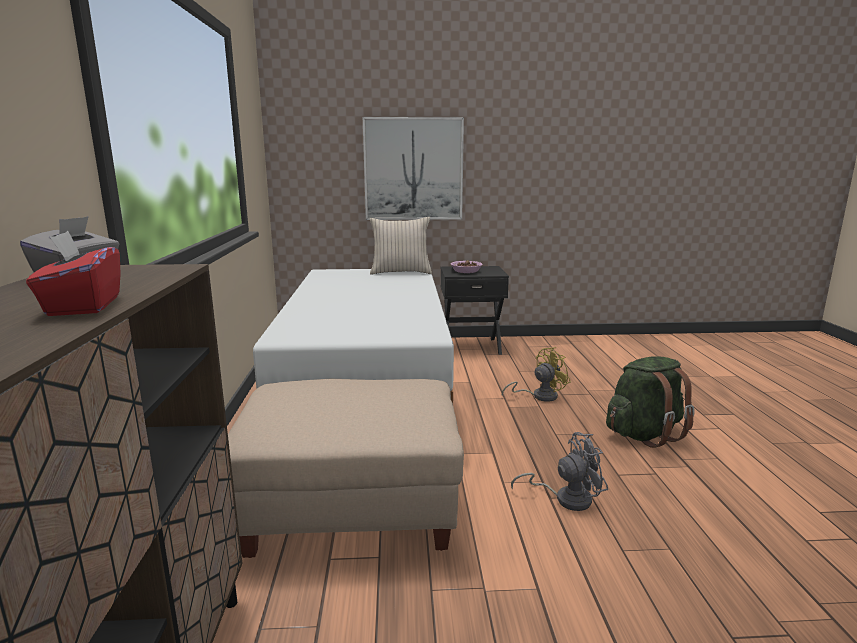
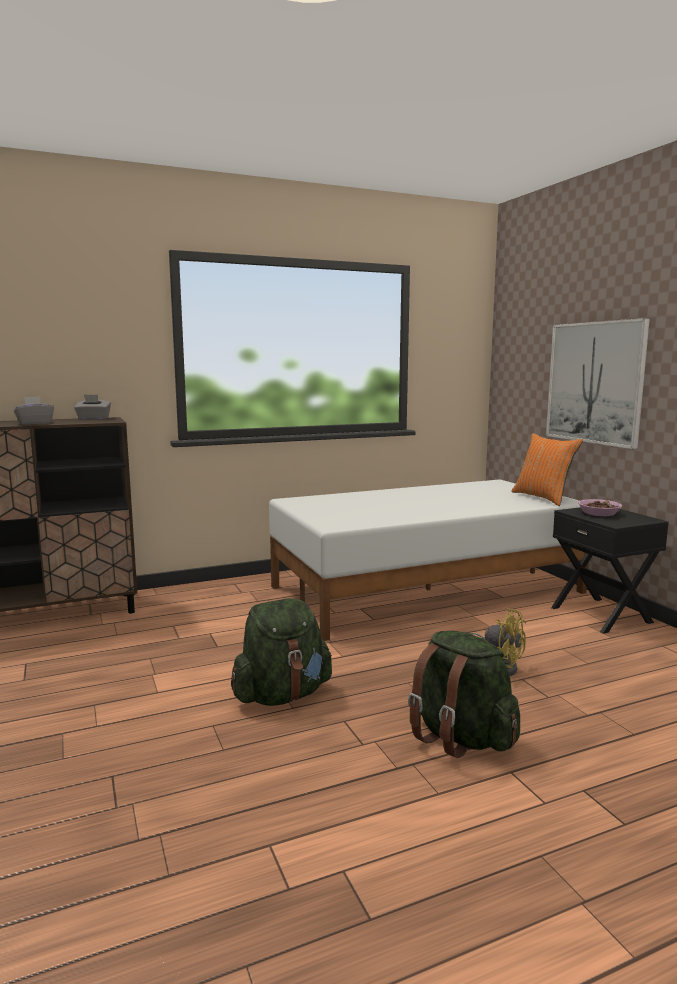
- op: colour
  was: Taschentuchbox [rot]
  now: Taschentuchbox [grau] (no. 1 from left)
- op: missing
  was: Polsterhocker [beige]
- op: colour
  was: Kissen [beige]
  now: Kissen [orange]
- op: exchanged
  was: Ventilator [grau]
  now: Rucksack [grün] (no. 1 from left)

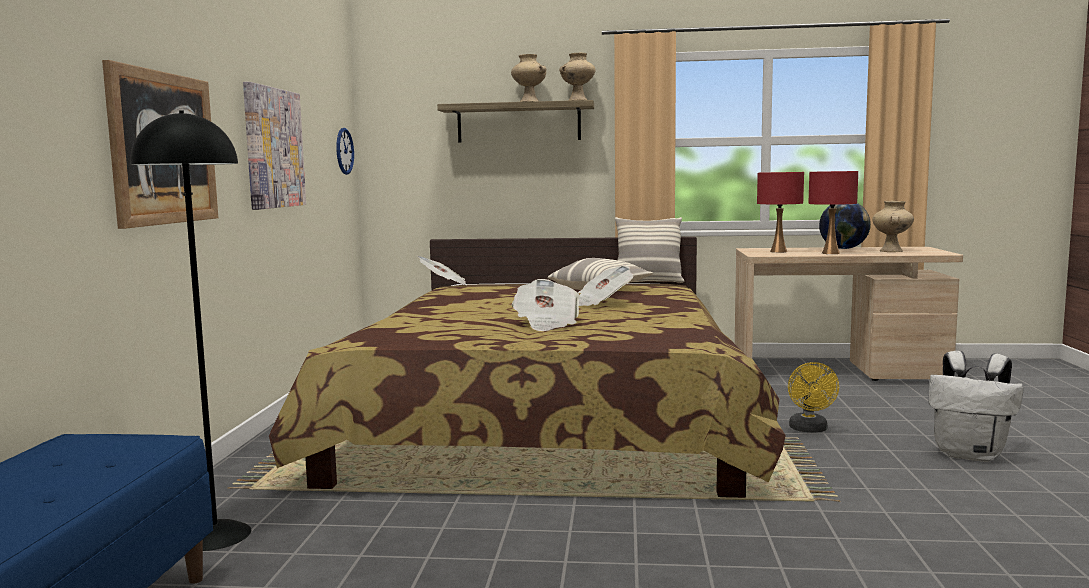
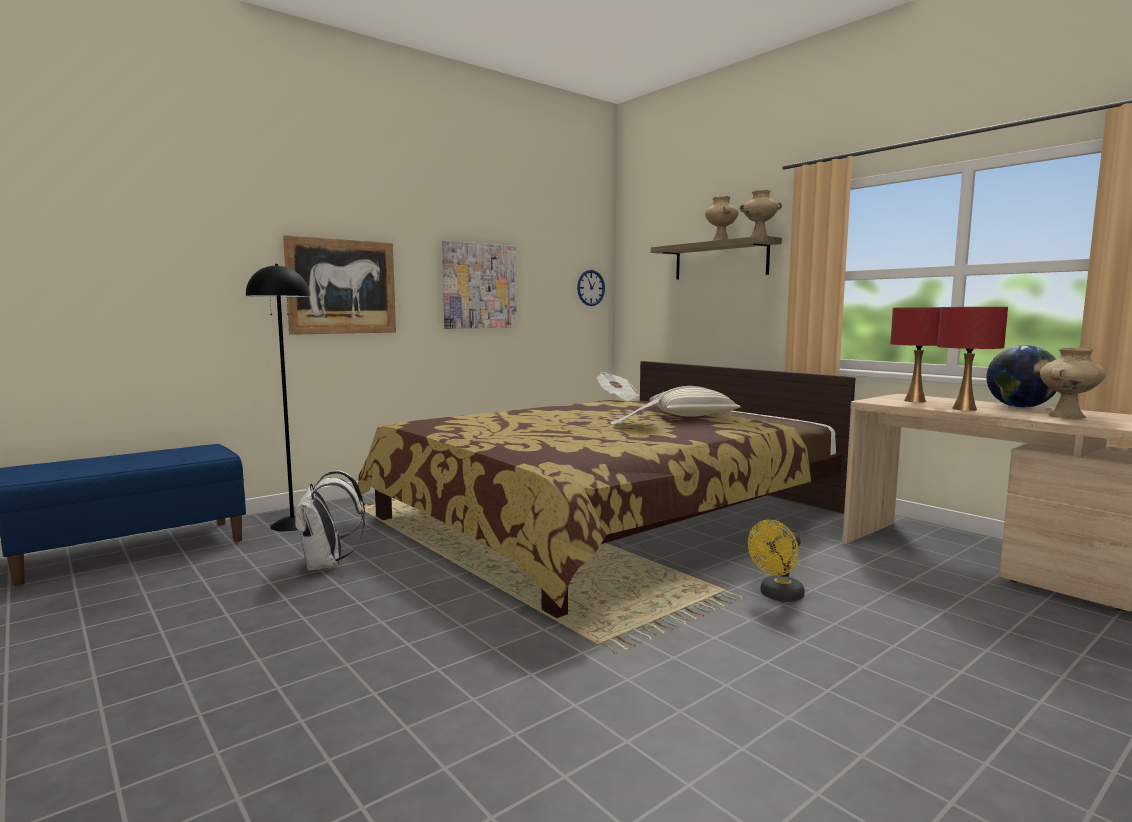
- op: missing
  was: Zeitung (no. 2 from left)
- op: missing
  was: Kissen (no. 2 from left)
- op: relocated
  was: Rucksack [weiß]

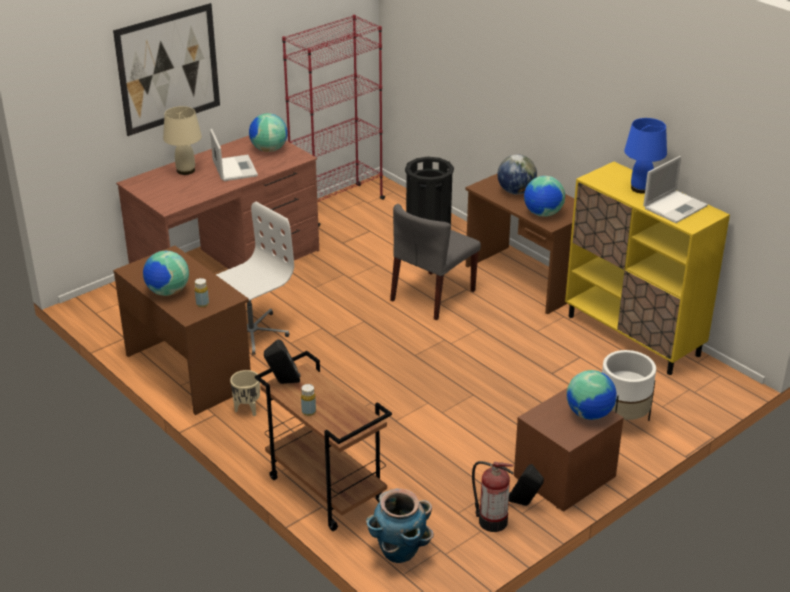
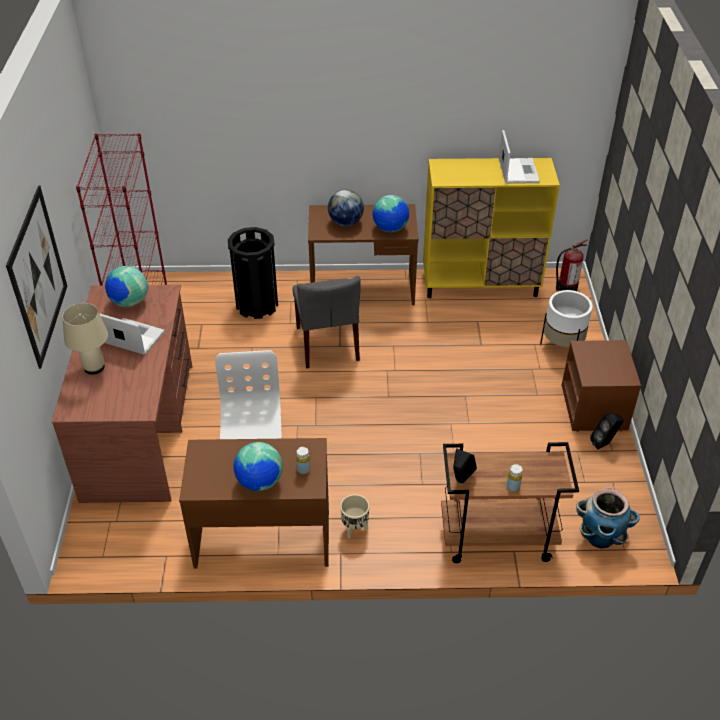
- op: relocated
  was: Feuerlöscher
- op: missing
  was: Globus (no. 5 from left)
- op: missing
  was: Tischlampe [blau]

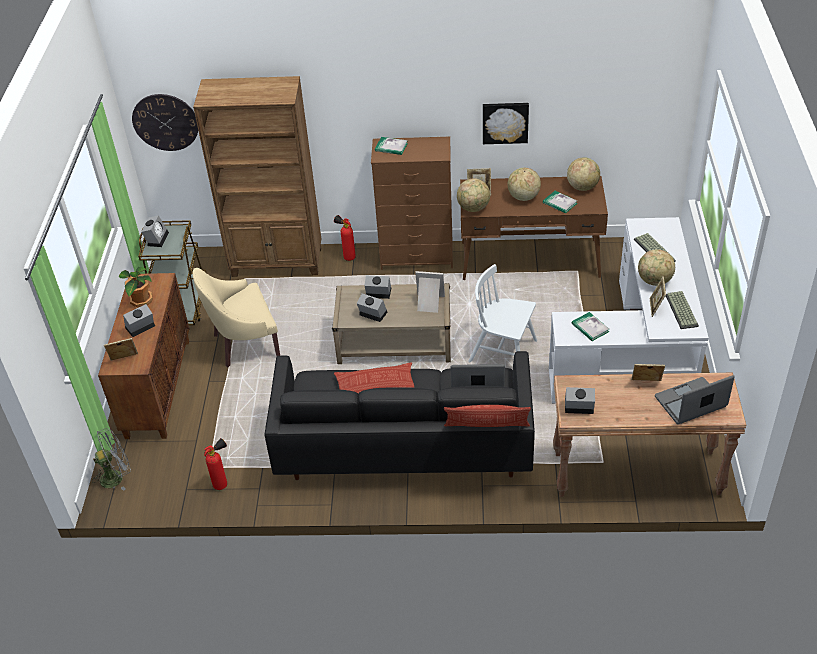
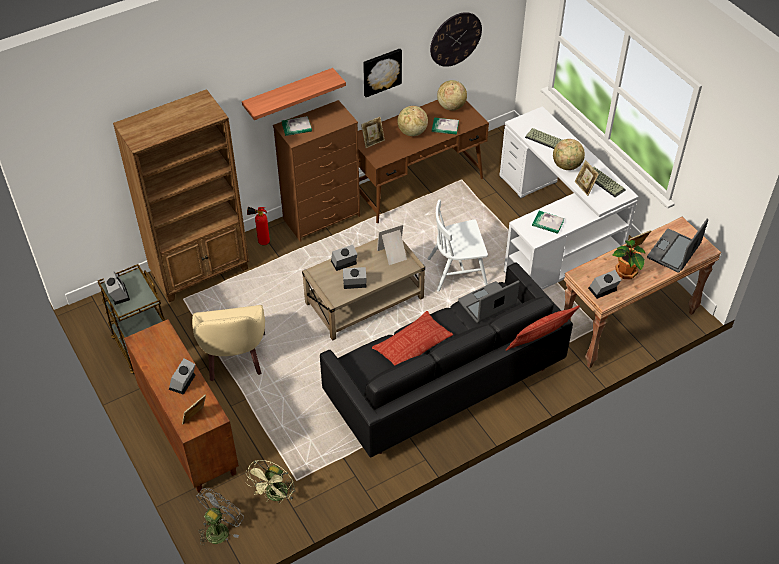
- op: relocated
  was: Topfpflanze
- op: relocated
  was: Wanduhr
- op: spun
  was: Sessel [beige]
  clockwise: -45
- op: missing
  was: Feuerlöscher (no. 1 from left)
- op: missing
  was: Globus (no. 1 from left)
- op: appeared
  now: Wandregal
- op: appeared
  now: Ventilator [grün]

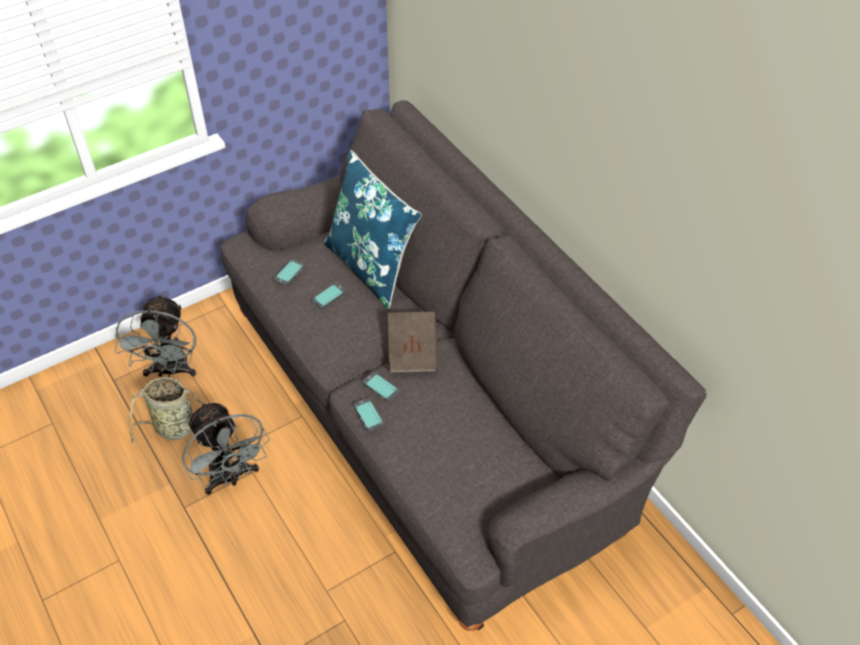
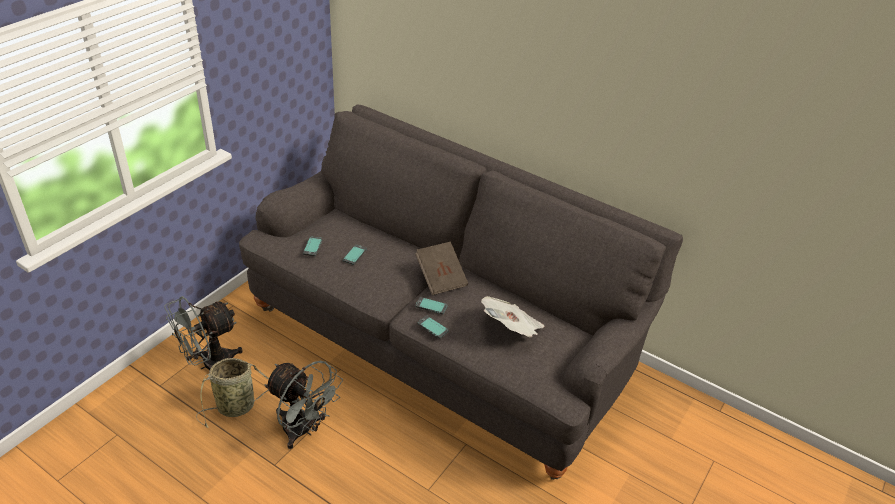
- op: spun
  was: Ventilator [grau] (no. 1 from left)
  clockwise: 75
- op: missing
  was: Kissen [blau]
- op: appeared
  now: Zeitung

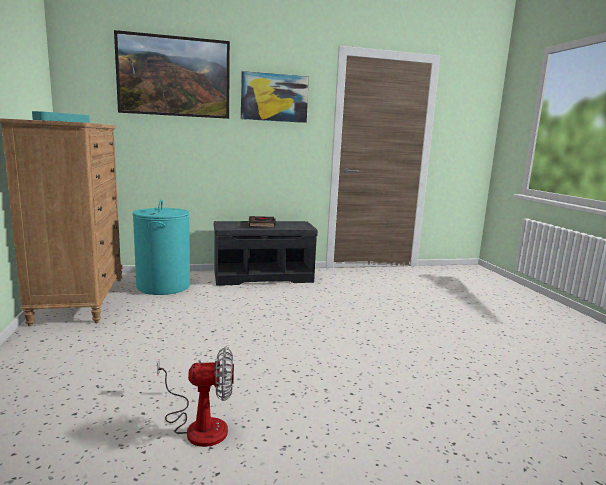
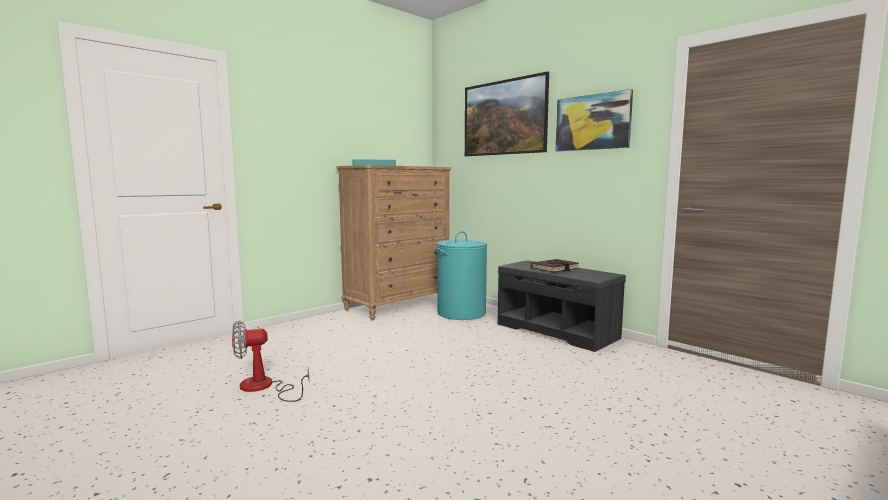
- op: spun
  was: Ventilator
  clockwise: 105

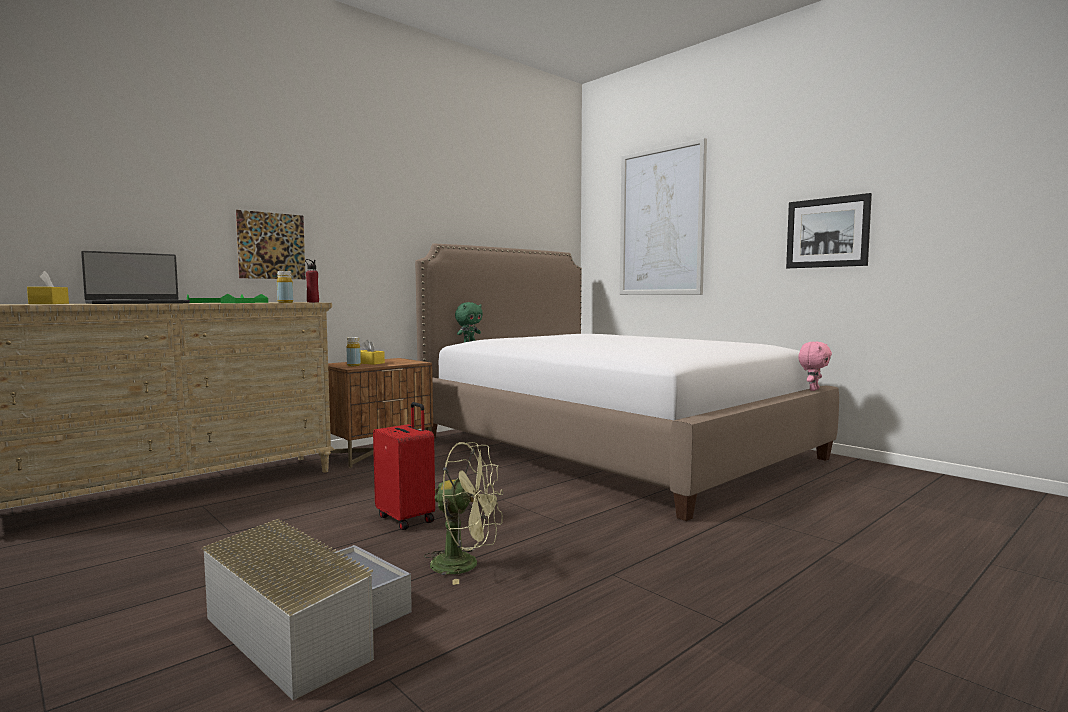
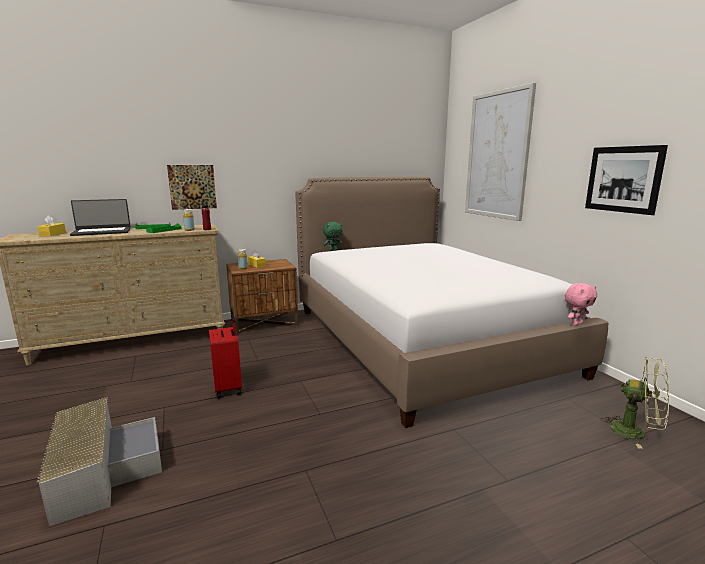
- op: relocated
  was: Ventilator [grün]

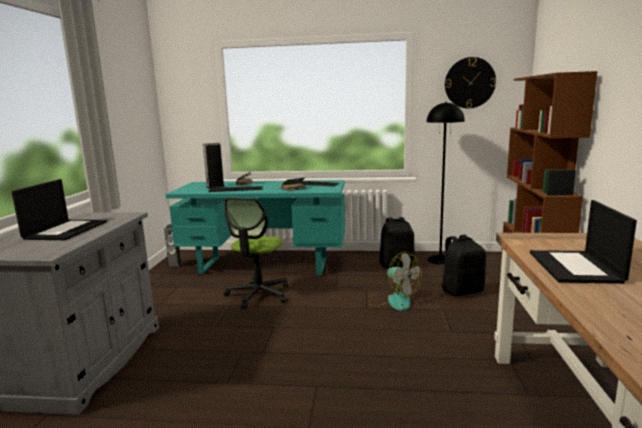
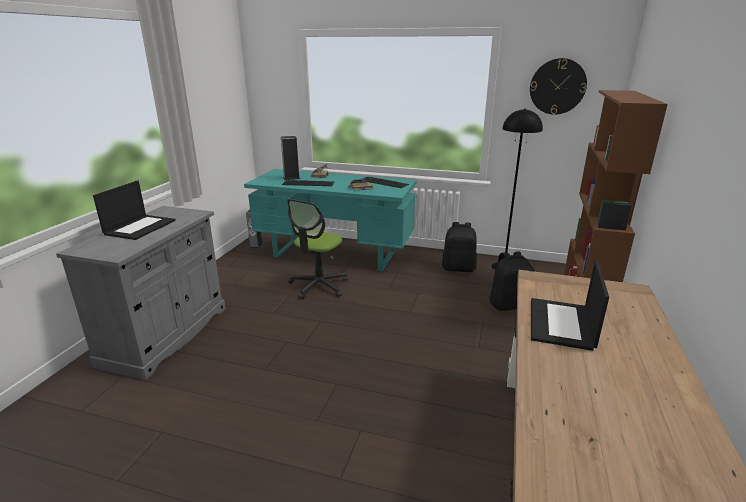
- op: missing
  was: Ventilator

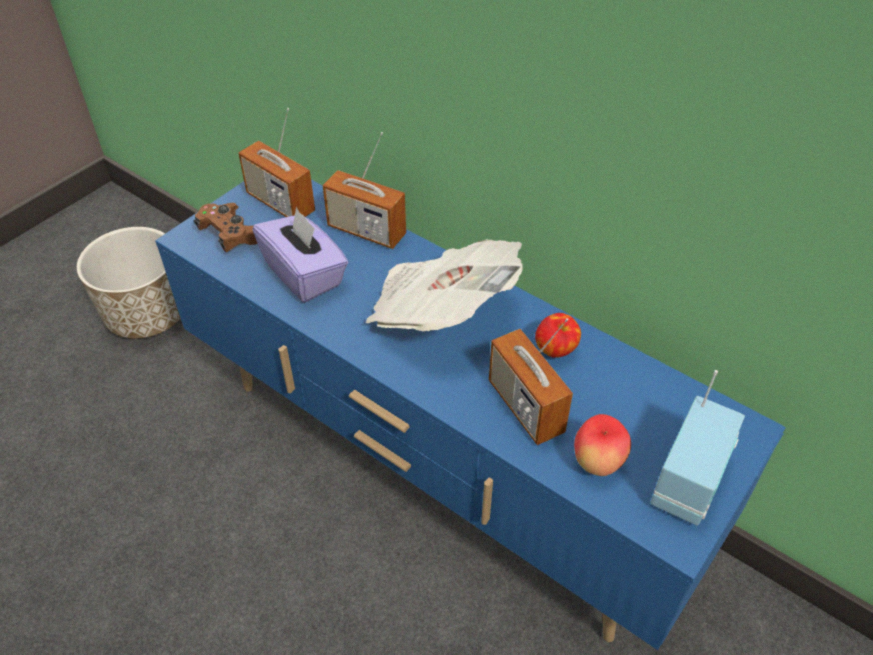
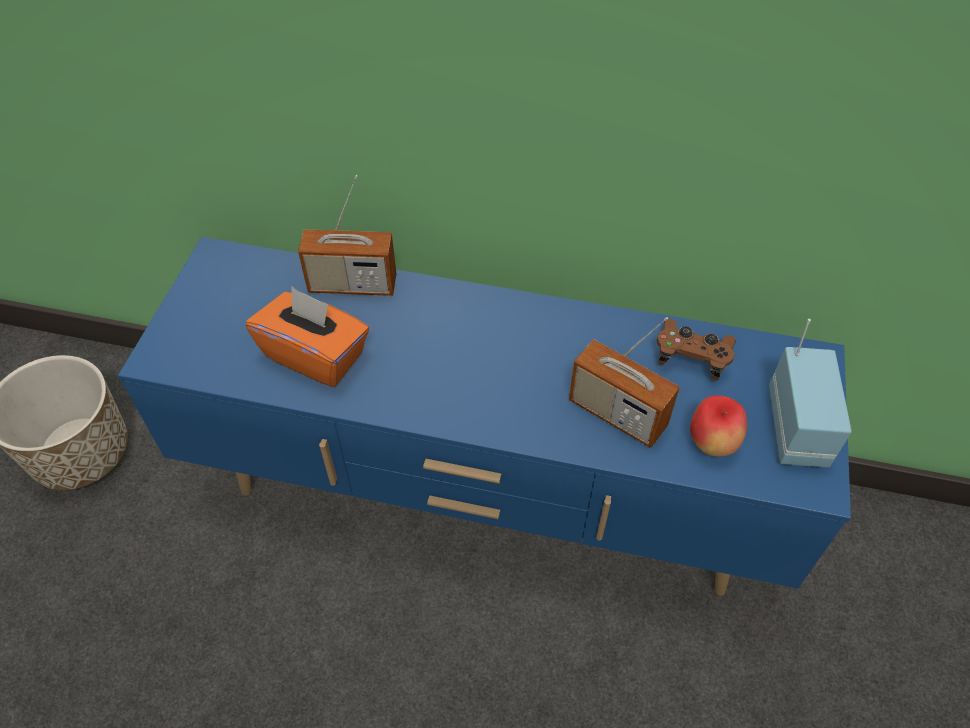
- op: relocated
  was: Gamepad [braun]
- op: missing
  was: Radio (no. 1 from left)
- op: colour
  was: Taschentuchbox [lila]
  now: Taschentuchbox [orange]
- op: missing
  was: Zeitung
- op: missing
  was: Apfel (no. 1 from left)

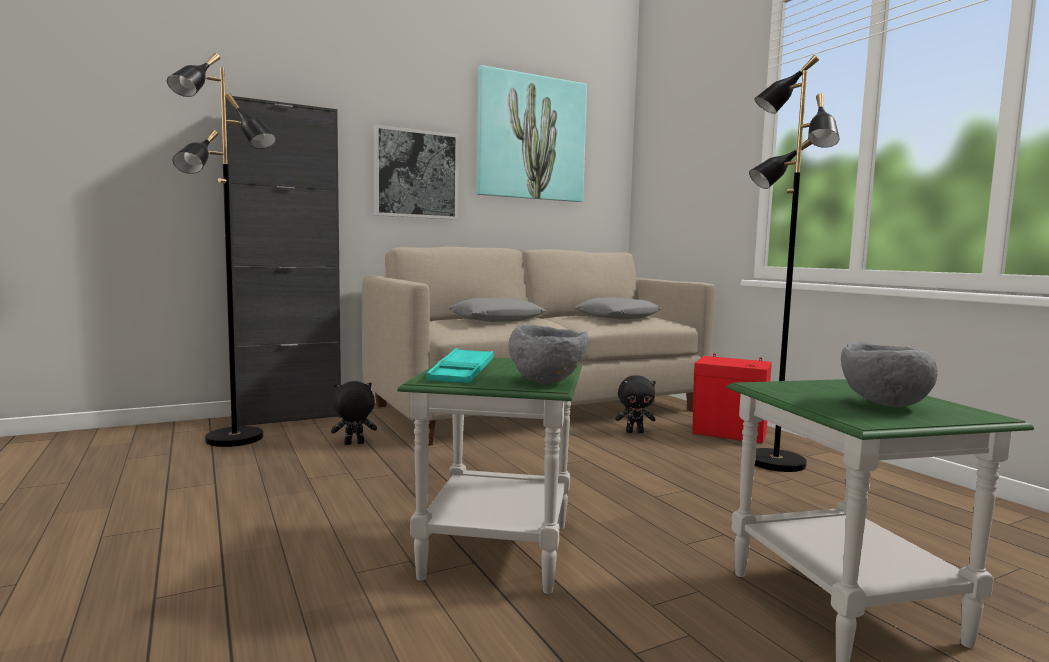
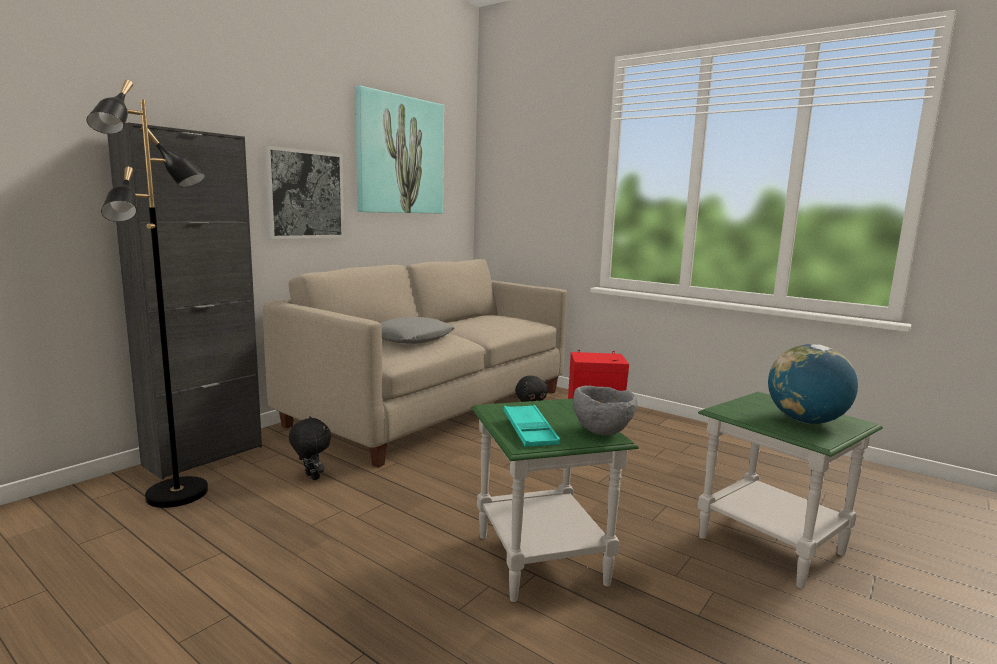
- op: spun
  was: Plüschtier [schwarz] (no. 1 from left)
  clockwise: 90
- op: missing
  was: Kissen [grau] (no. 2 from left)
- op: missing
  was: Stehlampe [schwarz] (no. 2 from left)
- op: exchanged
  was: Schüssel [grau] (no. 2 from left)
  now: Globus

